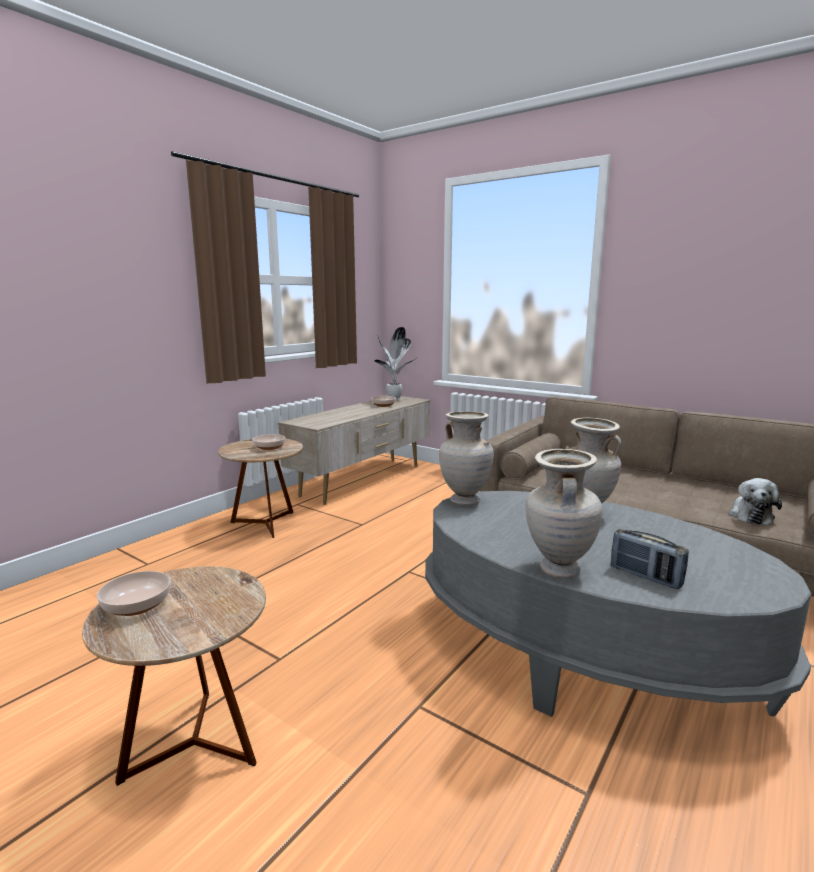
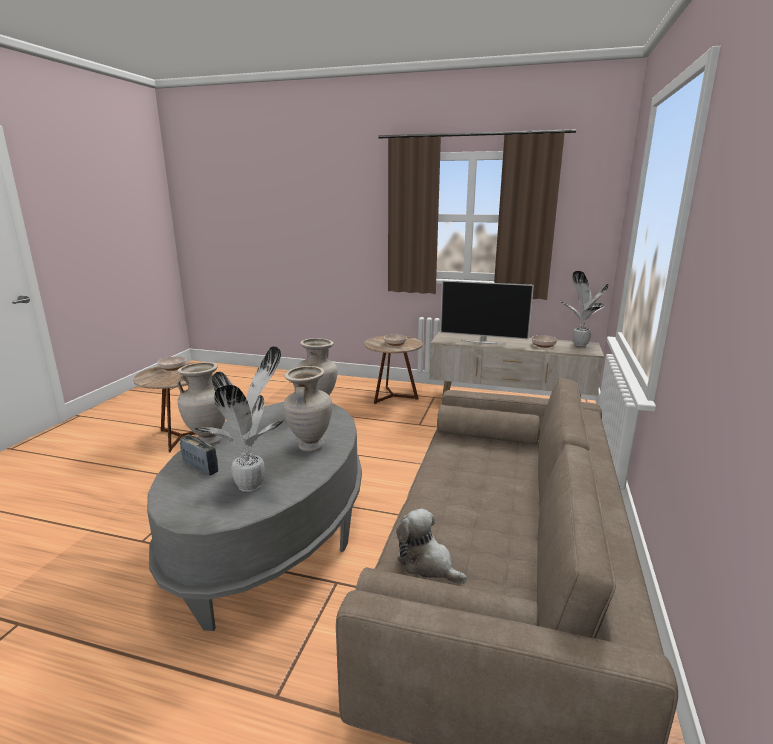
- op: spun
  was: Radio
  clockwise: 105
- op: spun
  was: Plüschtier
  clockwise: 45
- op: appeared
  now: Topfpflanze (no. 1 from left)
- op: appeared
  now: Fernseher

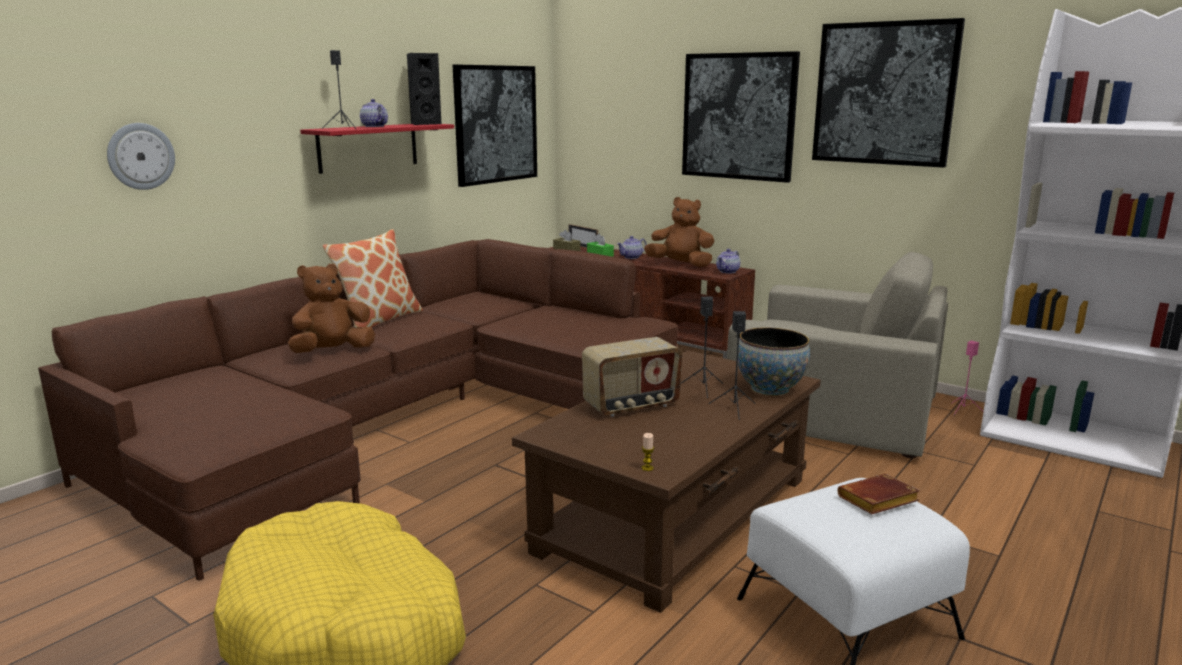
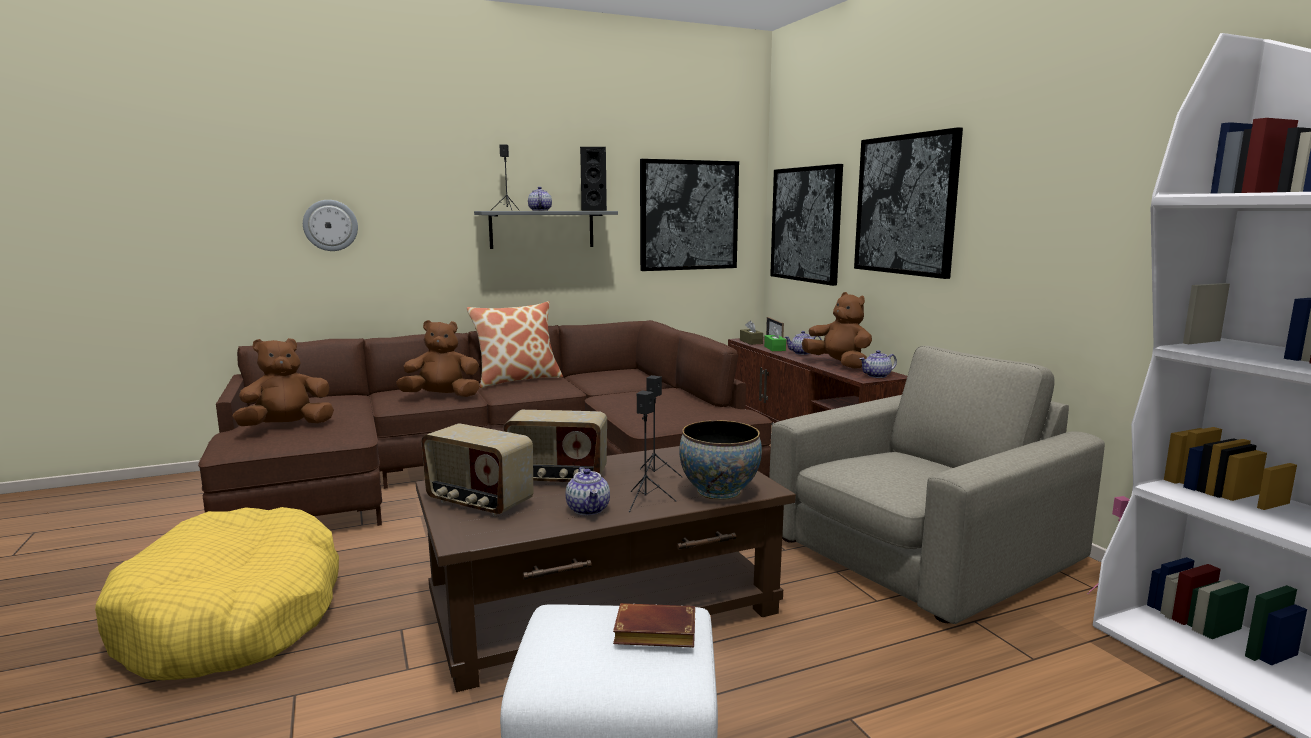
- op: colour
  was: Wandregal [rot]
  now: Wandregal [grau]
- op: missing
  was: Kerze
- op: spun
  was: Sessel [beige]
  clockwise: -90
- op: relocated
  was: Bild (no. 3 from left in the first image)
  now: Bild (no. 2 from left)
- op: appeared
  now: Plüschtier [braun] (no. 1 from left)
- op: appeared
  now: Radio (no. 1 from left)
- op: appeared
  now: Teekanne (no. 2 from left)

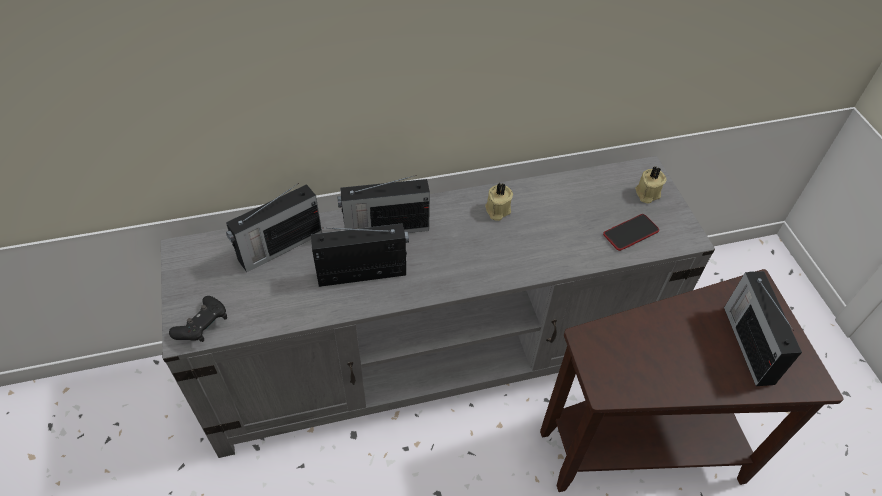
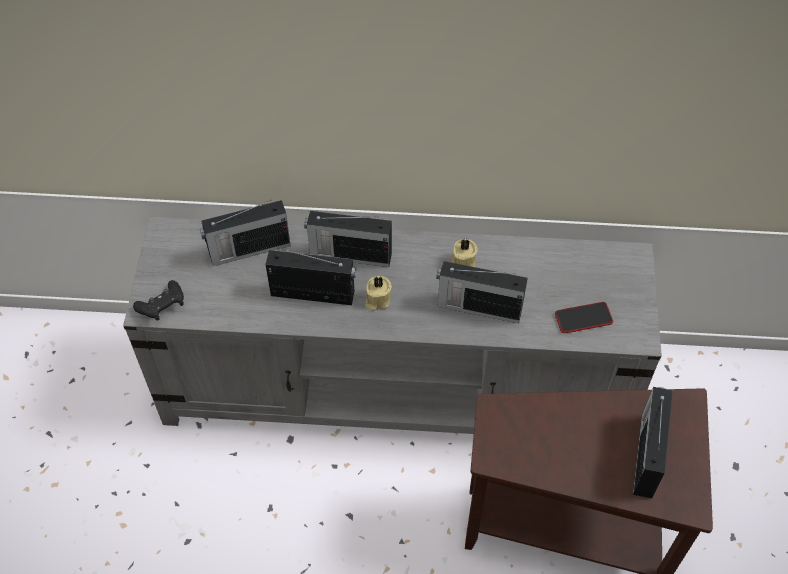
- op: relocated
  was: Kerze [beige] (no. 2 from left in the first image)
  now: Kerze [beige] (no. 1 from left)
- op: appeared
  now: Radio (no. 4 from left)

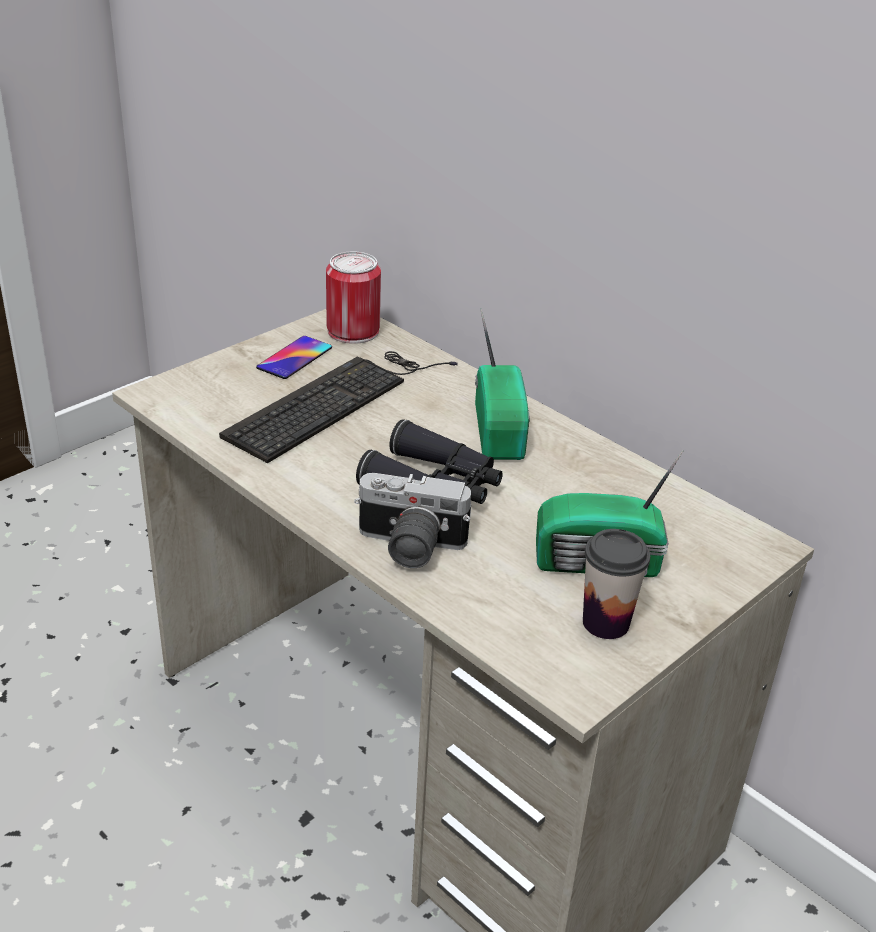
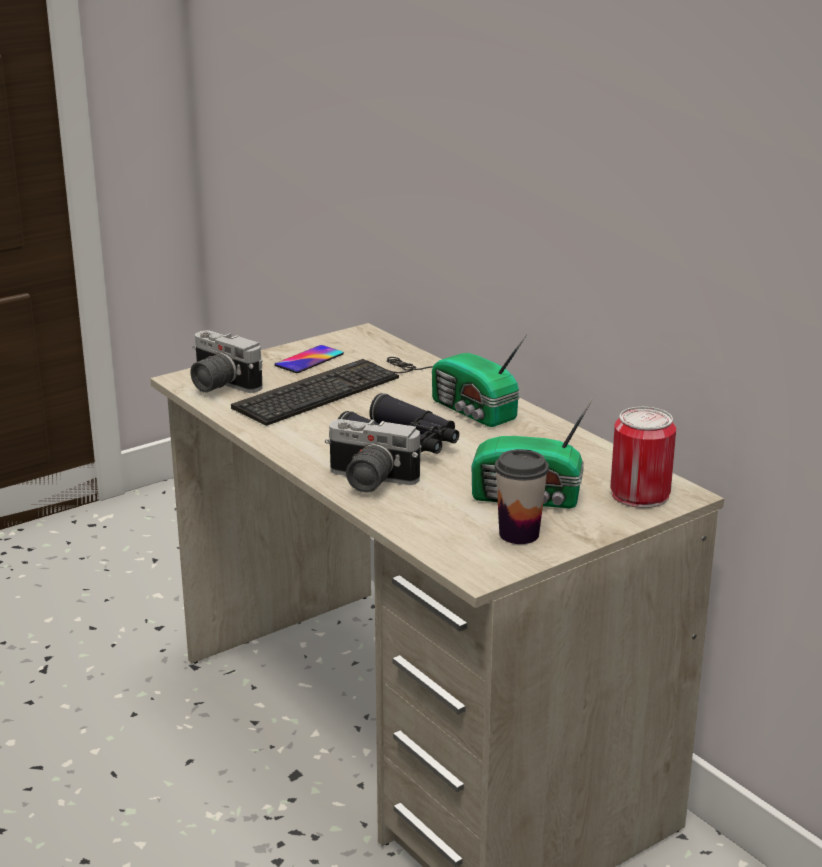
- op: relocated
  was: Dose
- op: spun
  was: Radio (no. 1 from left)
  clockwise: 135
- op: appeared
  now: Kamera (no. 1 from left)

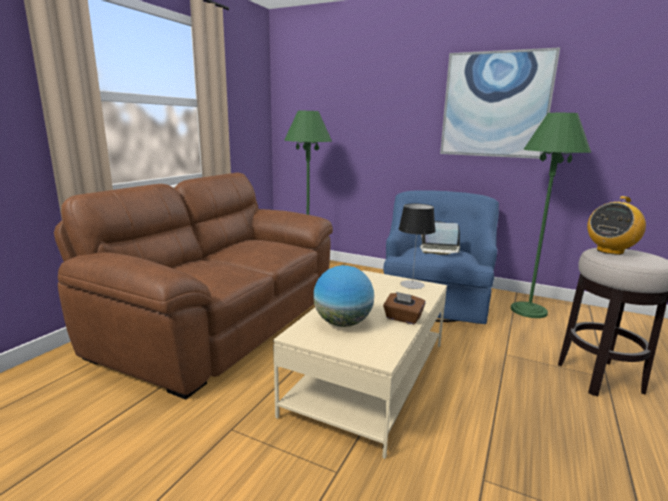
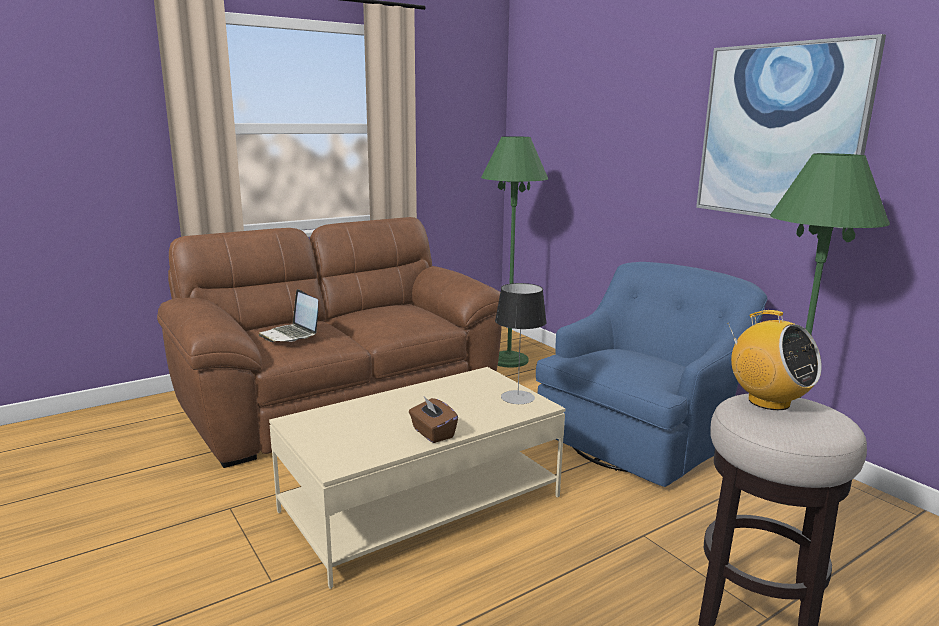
- op: missing
  was: Globus
- op: relocated
  was: Laptop
- op: spun
  was: Radio
  clockwise: -120

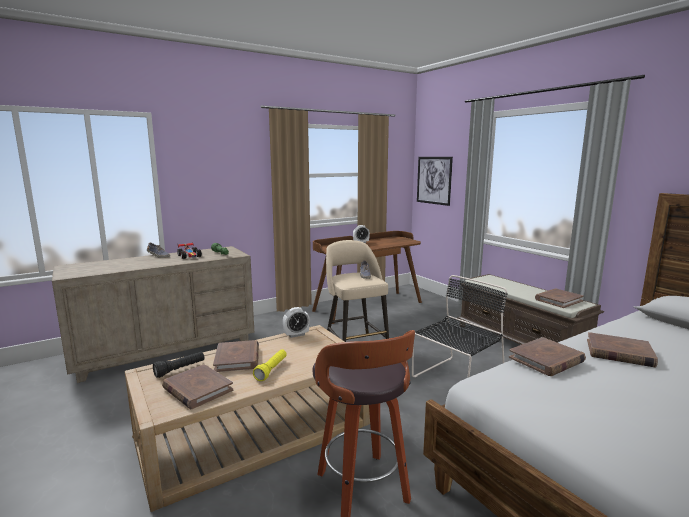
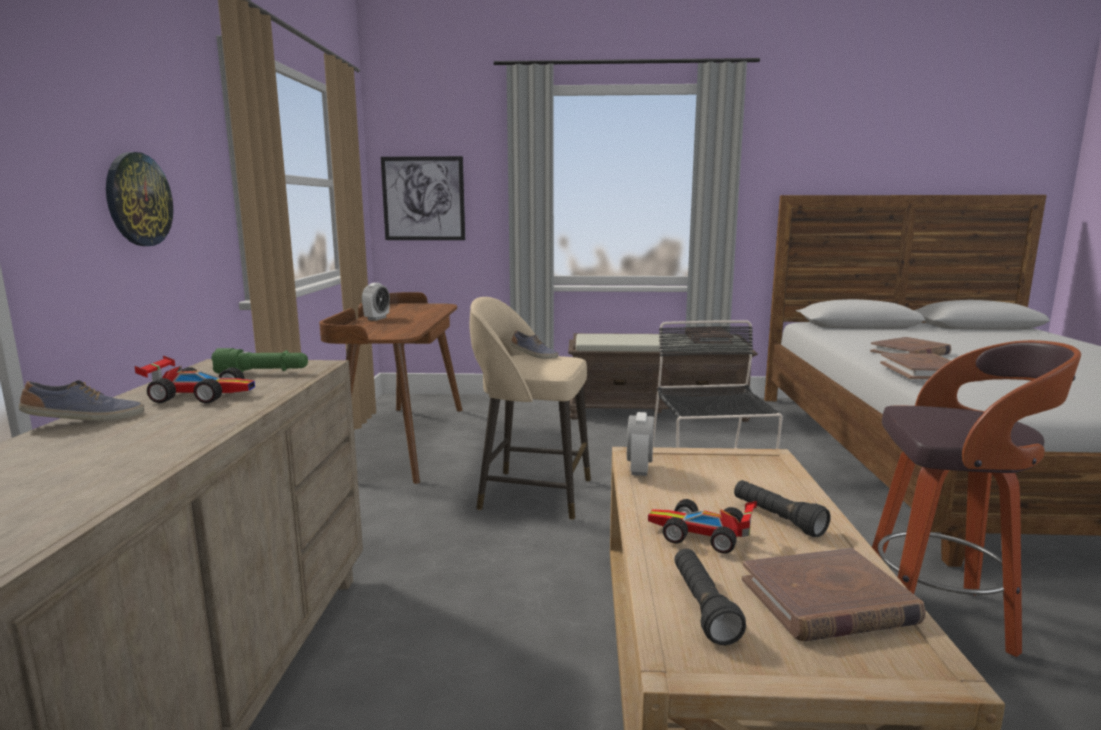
- op: exchanged
  was: Buch [braun] (no. 2 from left)
  now: Spielzeugauto (no. 2 from left)
- op: colour
  was: Taschenlampe [gelb]
  now: Taschenlampe [schwarz] (no. 2 from left)
- op: appeared
  now: Wanduhr

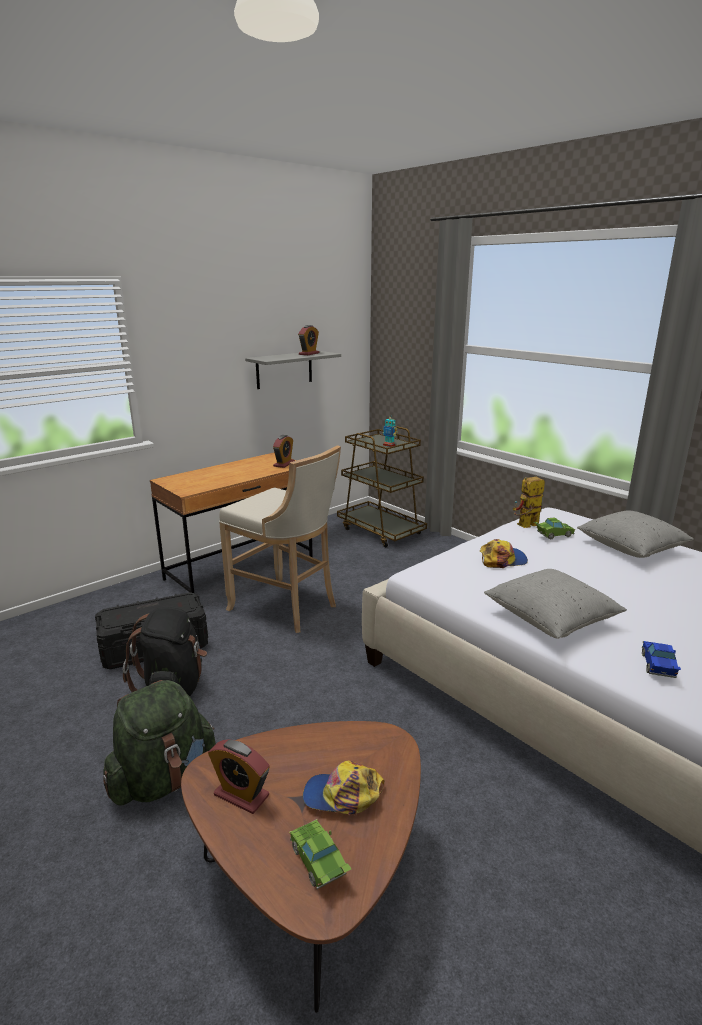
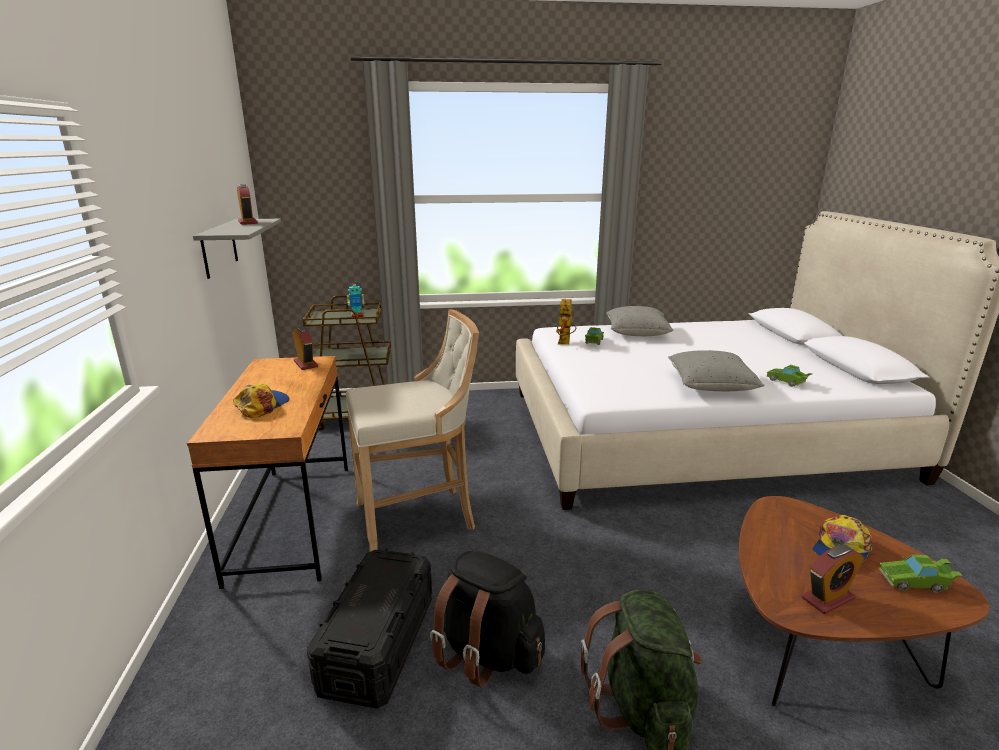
- op: relocated
  was: Kappe (no. 2 from left in the first image)
  now: Kappe (no. 1 from left)
- op: colour
  was: Spielzeugauto [blau]
  now: Spielzeugauto [grün] (no. 2 from left)

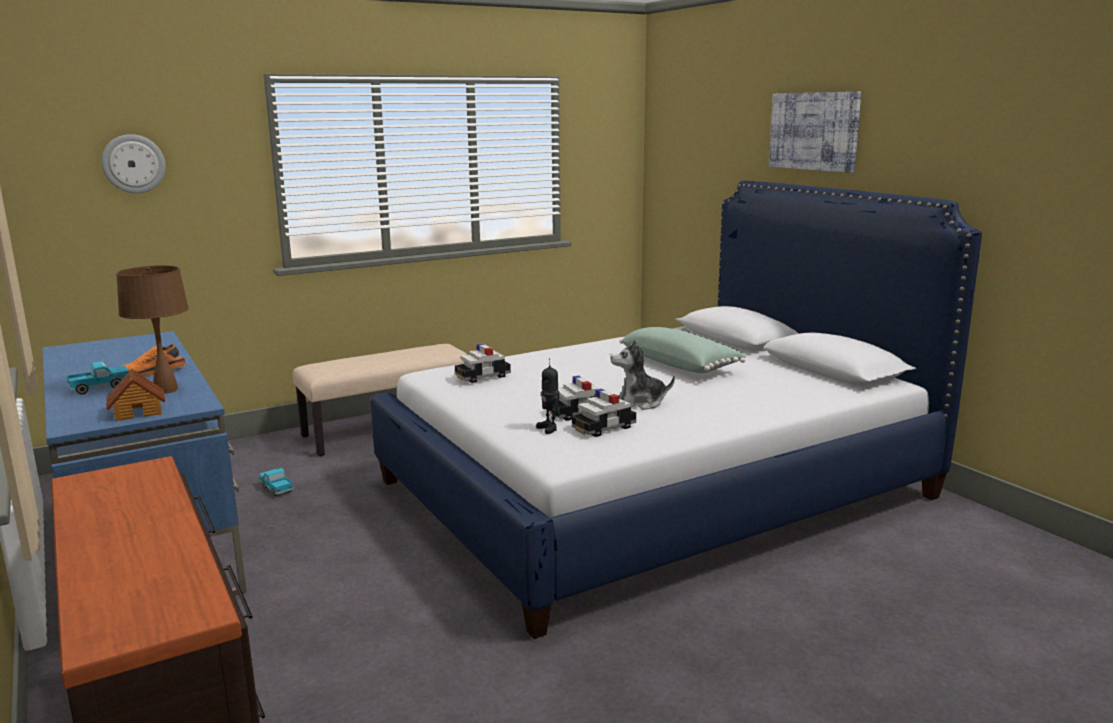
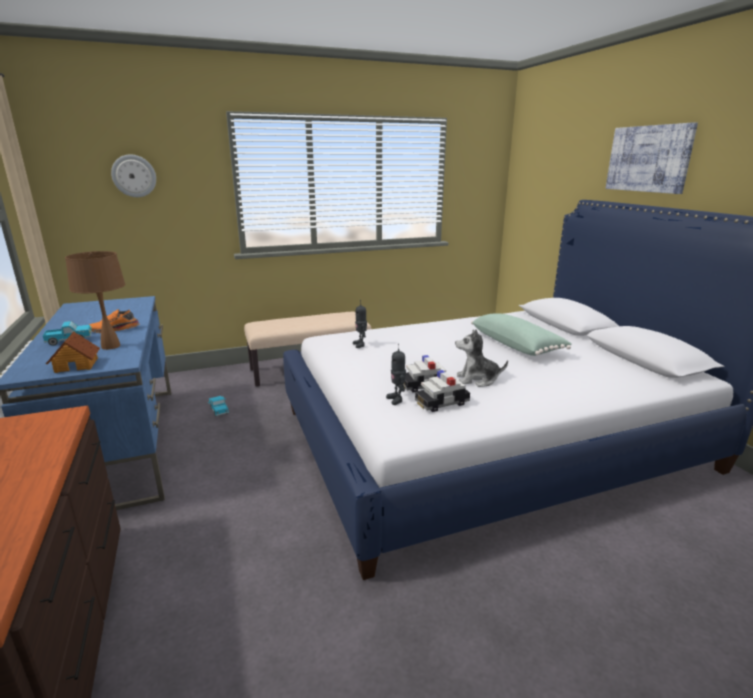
- op: exchanged
  was: Spielzeugauto (no. 1 from left)
  now: Spielzeugroboter (no. 1 from left)

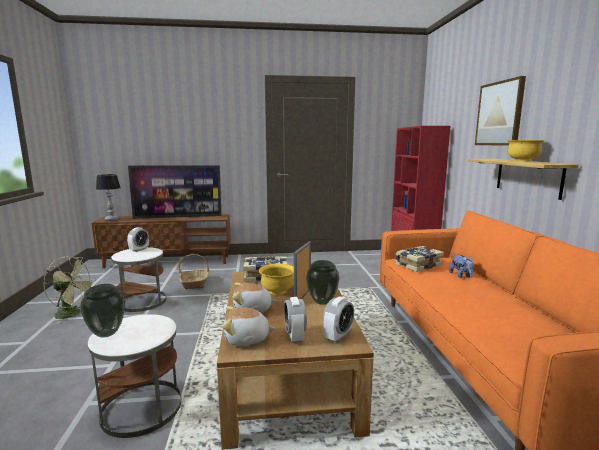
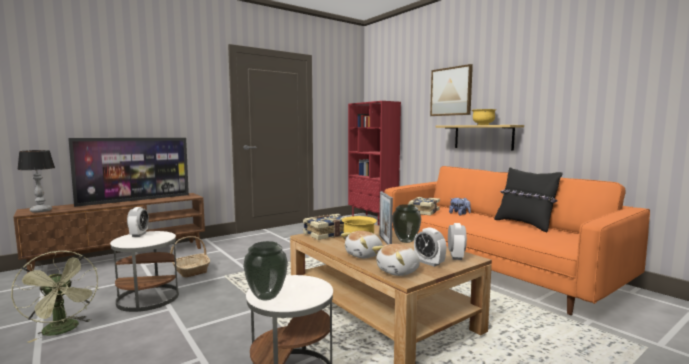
- op: spun
  was: Ventilator [grün]
  clockwise: 60
- op: appeared
  now: Kissen [schwarz]

